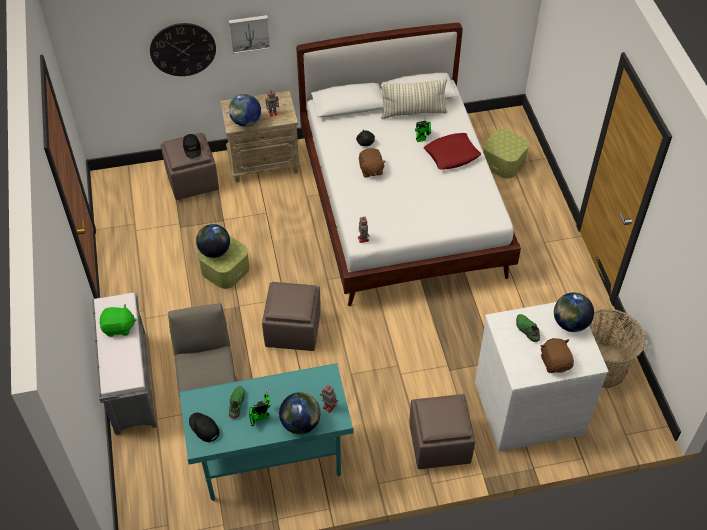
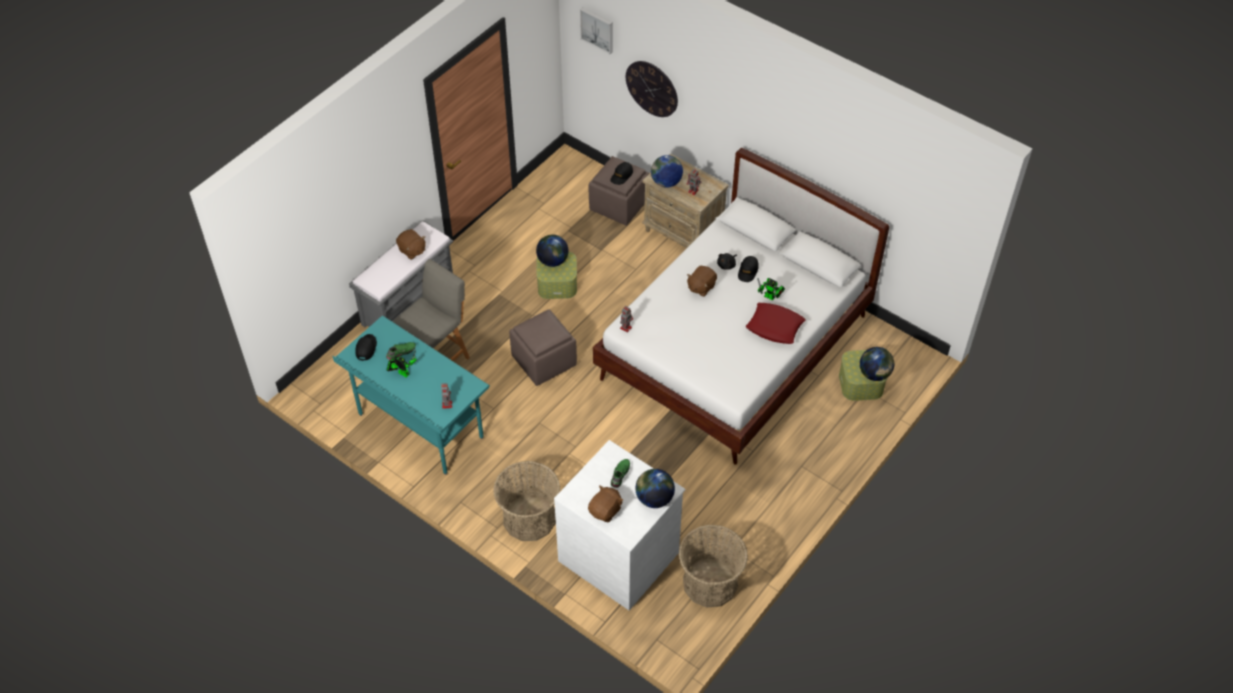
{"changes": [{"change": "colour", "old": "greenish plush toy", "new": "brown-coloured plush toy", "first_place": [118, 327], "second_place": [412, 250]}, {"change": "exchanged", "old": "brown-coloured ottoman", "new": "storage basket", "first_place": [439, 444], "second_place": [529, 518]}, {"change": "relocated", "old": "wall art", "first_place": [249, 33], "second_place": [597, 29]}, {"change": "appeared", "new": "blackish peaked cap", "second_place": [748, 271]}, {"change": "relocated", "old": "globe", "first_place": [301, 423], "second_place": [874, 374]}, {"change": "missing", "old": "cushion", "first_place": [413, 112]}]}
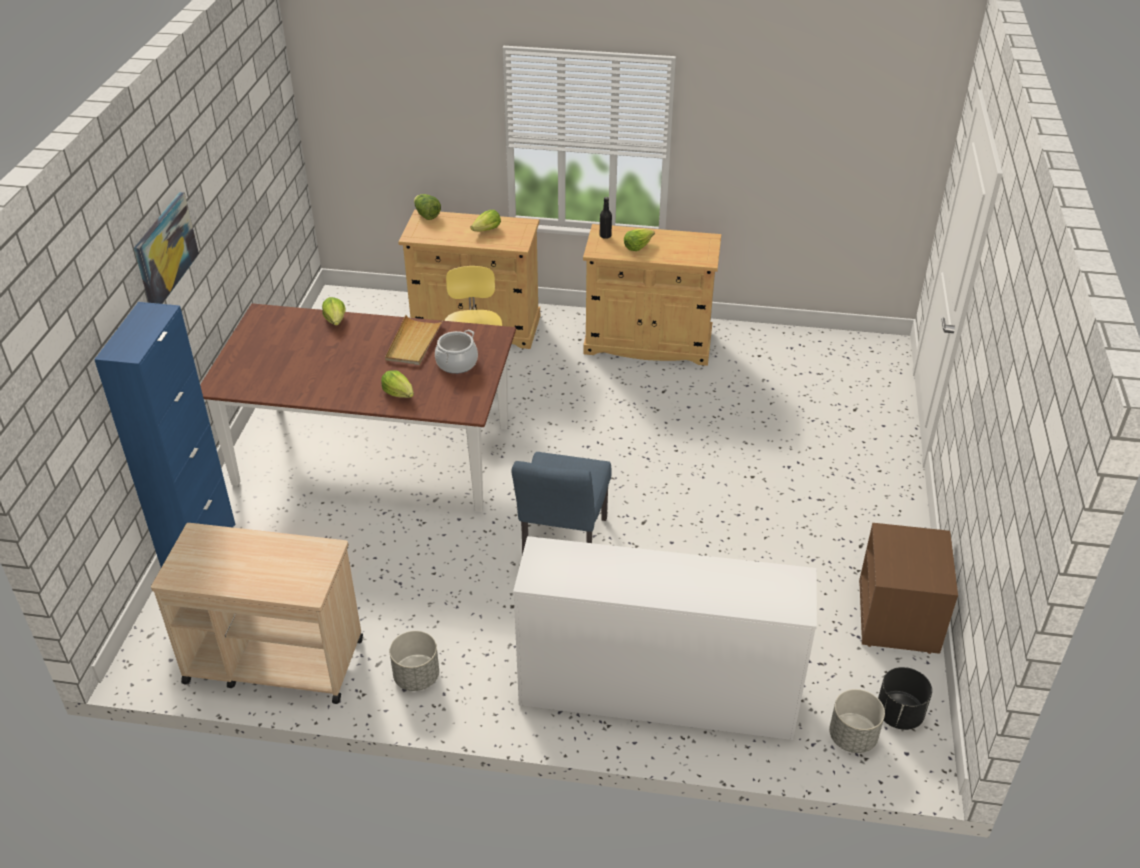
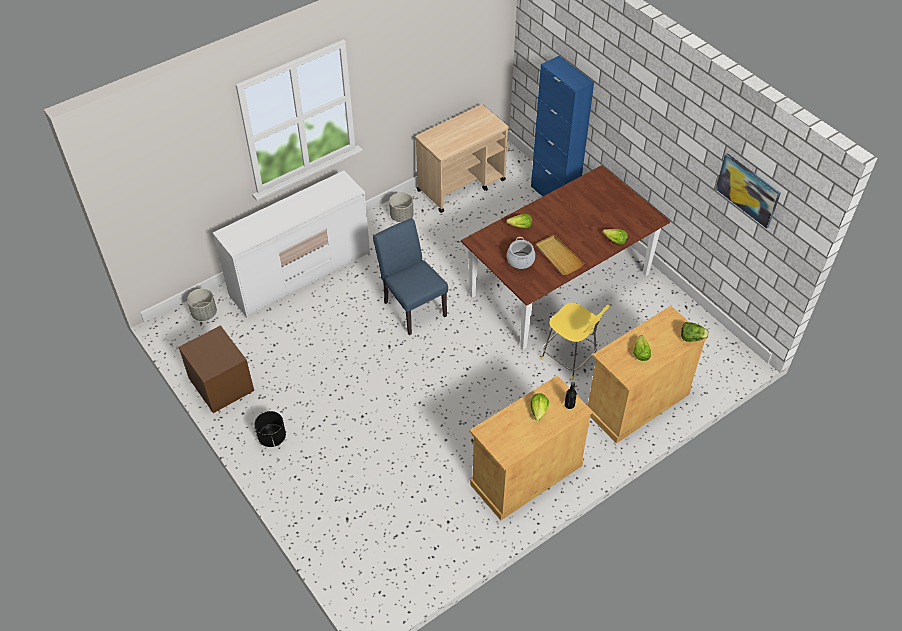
{"changes": [{"change": "relocated", "old": "blackish plant pot", "first_place": [899, 714], "second_place": [272, 437]}, {"change": "relocated", "old": "wall art", "first_place": [165, 250], "second_place": [748, 190]}]}
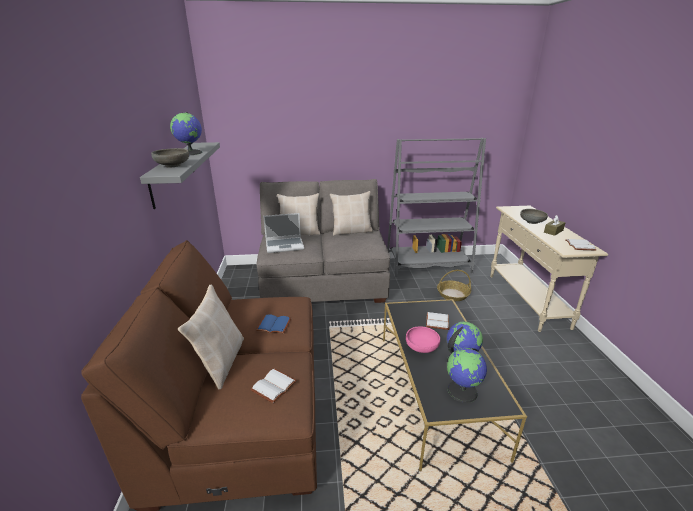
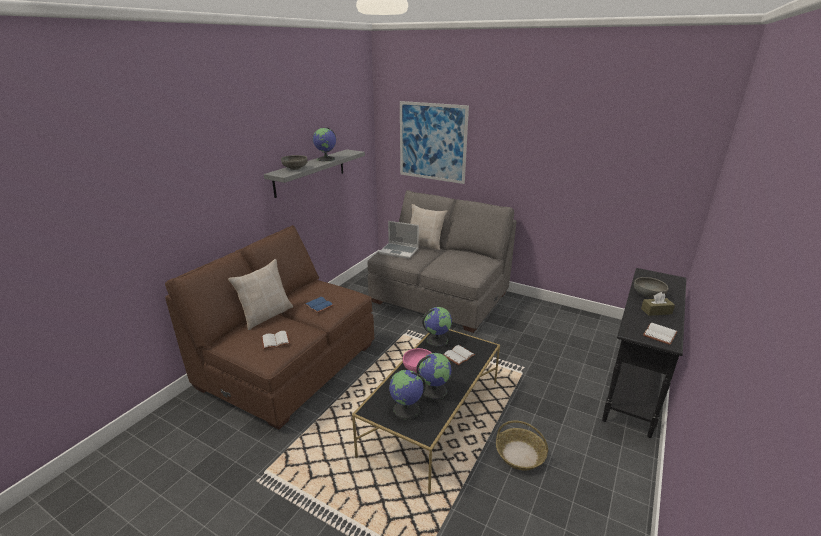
{"changes": [{"change": "appeared", "new": "wall art", "second_place": [432, 142]}, {"change": "appeared", "new": "globe", "second_place": [437, 340]}, {"change": "relocated", "old": "storage basket", "first_place": [452, 294], "second_place": [519, 454]}, {"change": "colour", "old": "beige-coloured console table", "new": "blackish console table", "first_place": [526, 300], "second_place": [633, 388]}, {"change": "missing", "old": "beige-coloured cushion", "first_place": [351, 231]}, {"change": "missing", "old": "grey bookshelf", "first_place": [428, 266]}]}
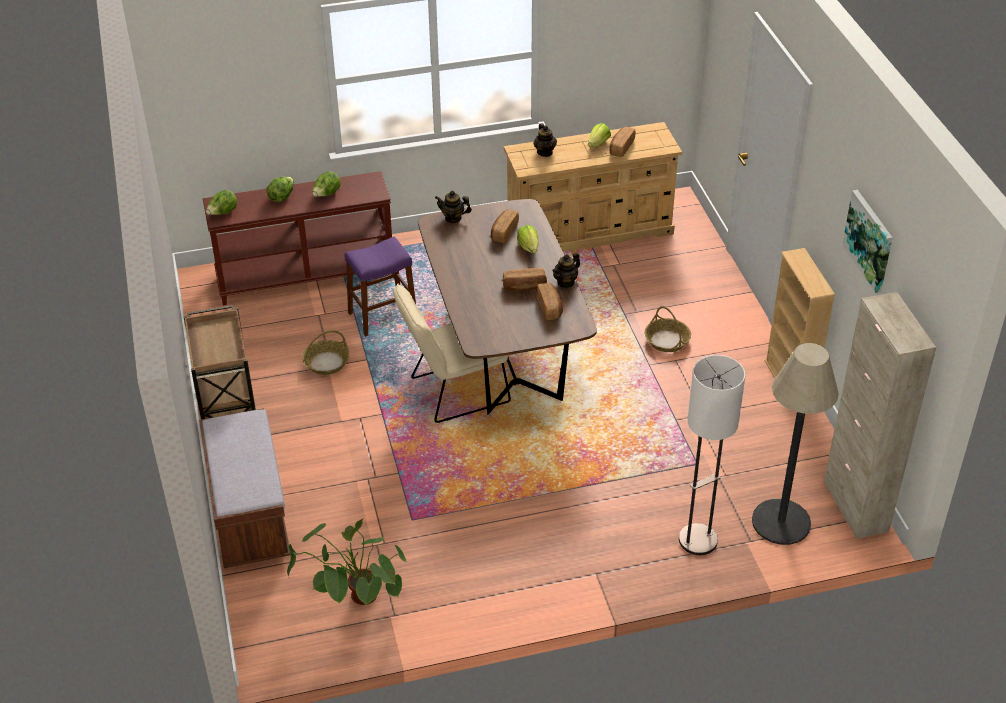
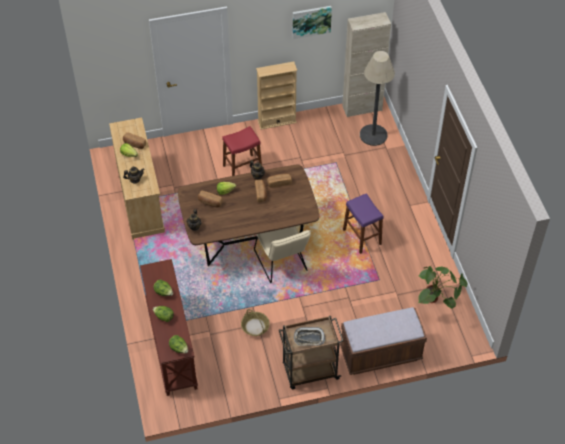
{"changes": [{"change": "exchanged", "old": "storage basket", "new": "reddish sitting stool", "first_place": [667, 340], "second_place": [242, 167]}, {"change": "appeared", "new": "serving tray", "second_place": [309, 338]}, {"change": "relocated", "old": "purple-coloured sitting stool", "first_place": [382, 315], "second_place": [362, 237]}, {"change": "missing", "old": "floor lamp", "first_place": [698, 540]}]}
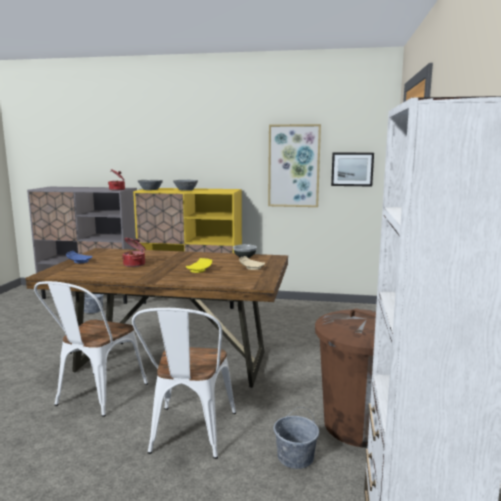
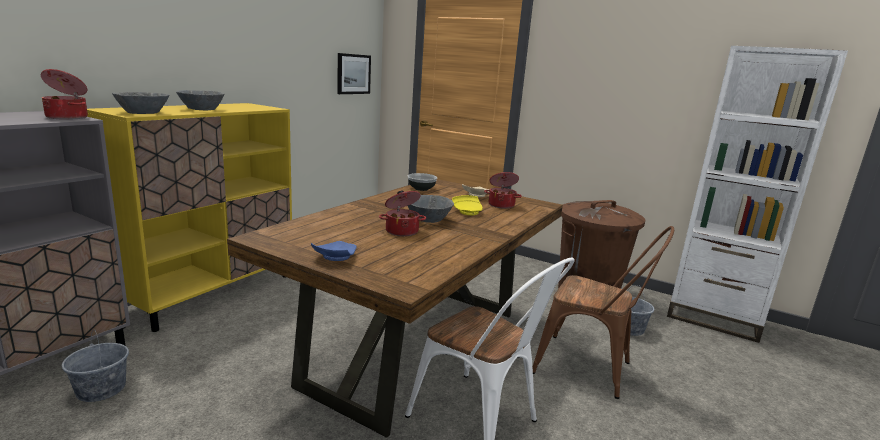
{"changes": [{"change": "appeared", "new": "grey serving bowl", "second_place": [428, 219]}, {"change": "appeared", "new": "cooking pot", "second_place": [501, 205]}, {"change": "colour", "old": "white upright chair", "new": "brown-coloured upright chair", "first_place": [189, 436], "second_place": [591, 369]}, {"change": "missing", "old": "wall art", "first_place": [294, 166]}]}
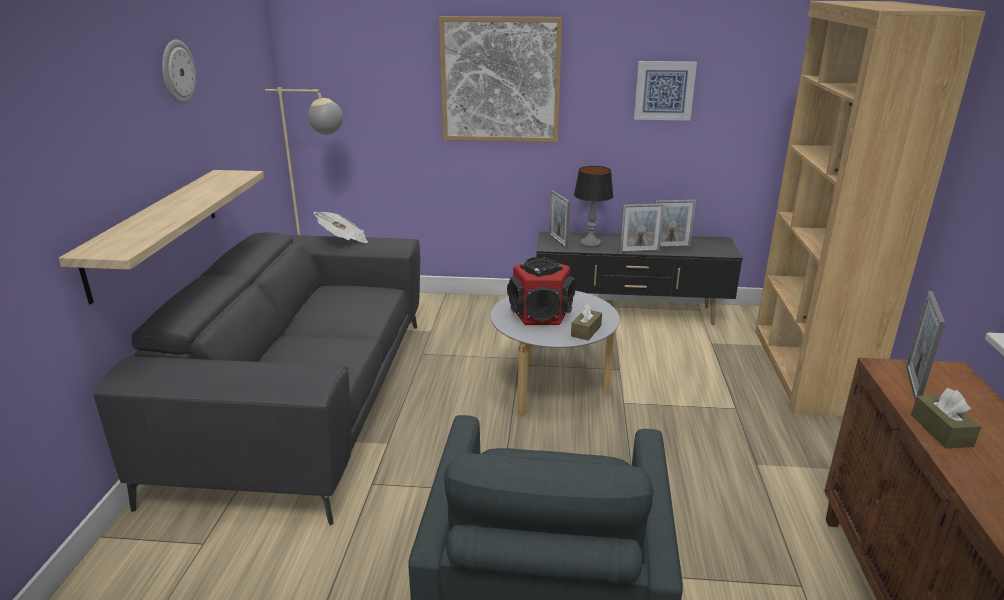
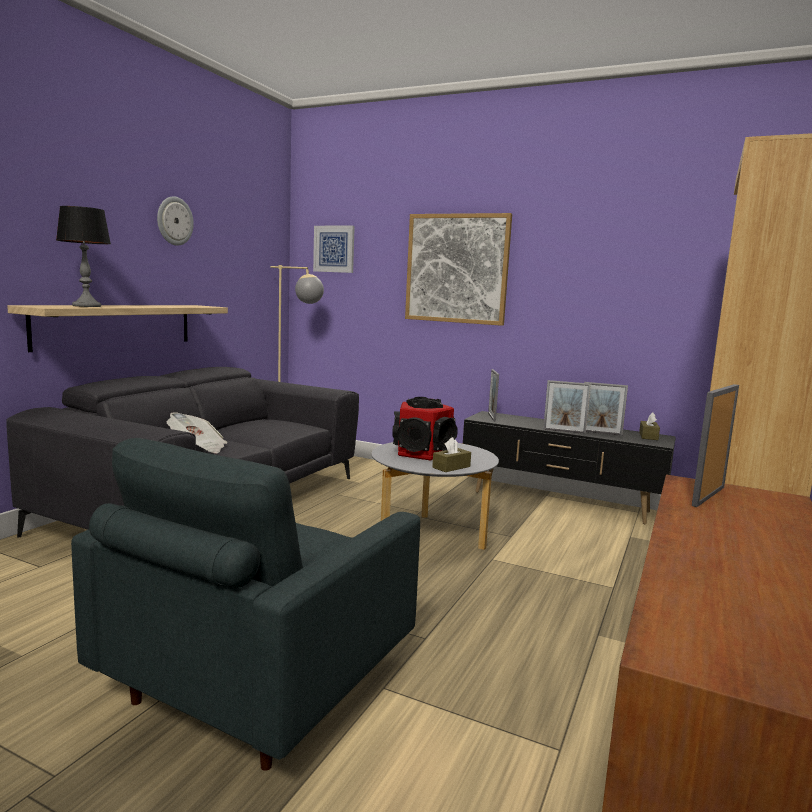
{"changes": [{"change": "relocated", "old": "tabletop lamp", "first_place": [590, 243], "second_place": [87, 306]}, {"change": "relocated", "old": "newspaper", "first_place": [343, 240], "second_place": [198, 448]}, {"change": "relocated", "old": "wall art", "first_place": [664, 90], "second_place": [334, 249]}, {"change": "relocated", "old": "brown-coloured box of tissues", "first_place": [941, 430], "second_place": [648, 436]}]}
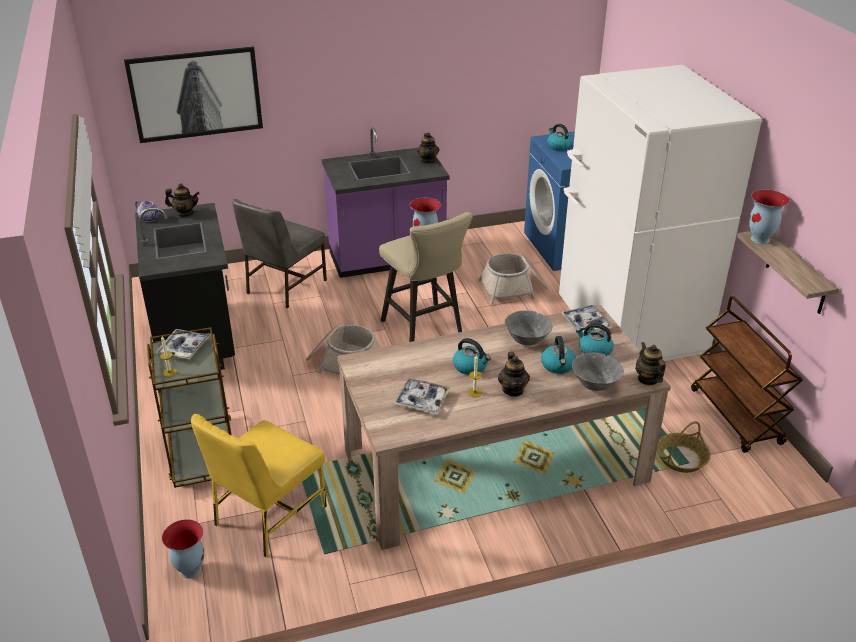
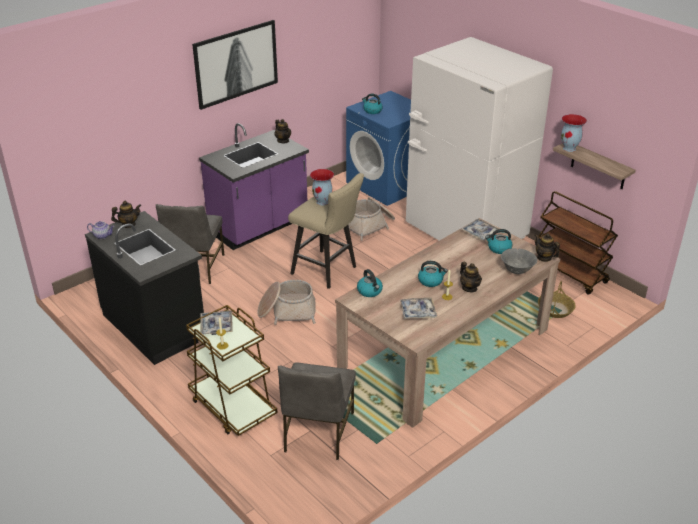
{"changes": [{"change": "relocated", "old": "wall art", "first_place": [196, 94], "second_place": [235, 63]}, {"change": "colour", "old": "yellowish upright chair", "new": "grey upright chair", "first_place": [268, 516], "second_place": [317, 433]}, {"change": "relocated", "old": "tea kettle", "first_place": [558, 366], "second_place": [370, 291]}, {"change": "missing", "old": "flower vase", "first_place": [190, 569]}, {"change": "missing", "old": "grey serving bowl", "first_place": [526, 341]}]}
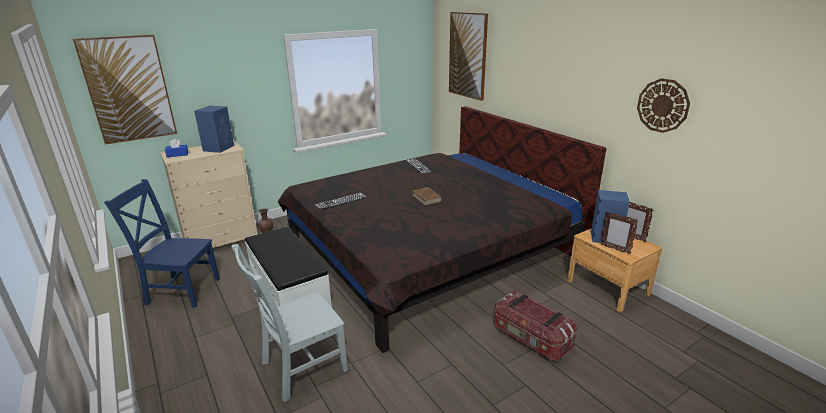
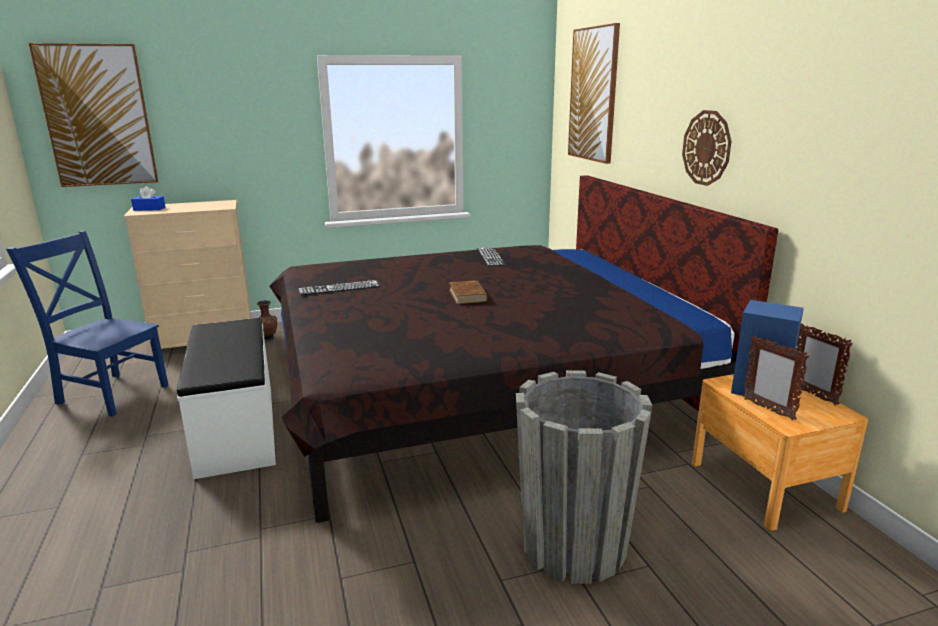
{"changes": [{"change": "exchanged", "old": "storage container", "new": "grey plant pot", "first_place": [530, 339], "second_place": [573, 546]}, {"change": "relocated", "old": "hanging clock", "first_place": [663, 105], "second_place": [706, 148]}, {"change": "missing", "old": "bluish loudspeaker", "first_place": [219, 148]}, {"change": "missing", "old": "grey upright chair", "first_place": [300, 368]}]}
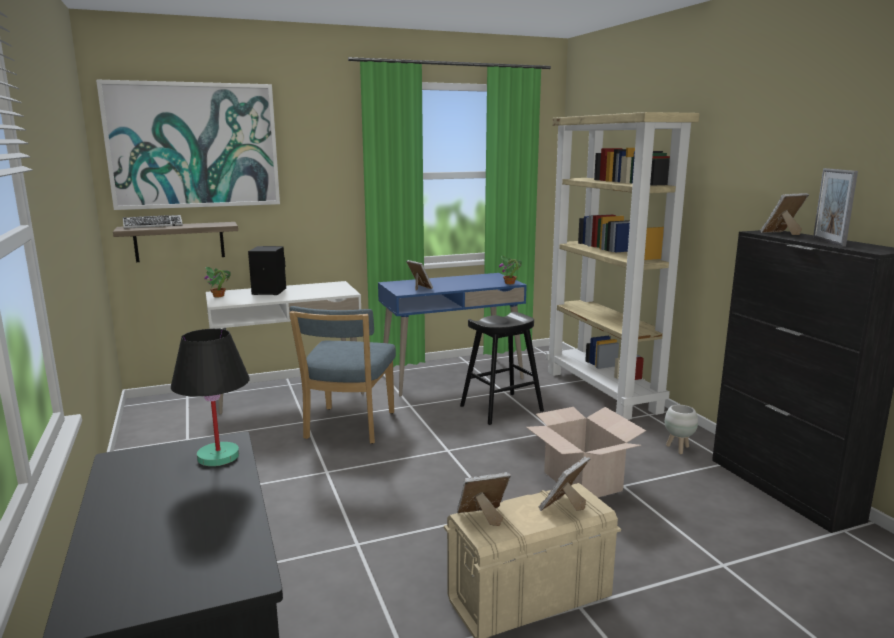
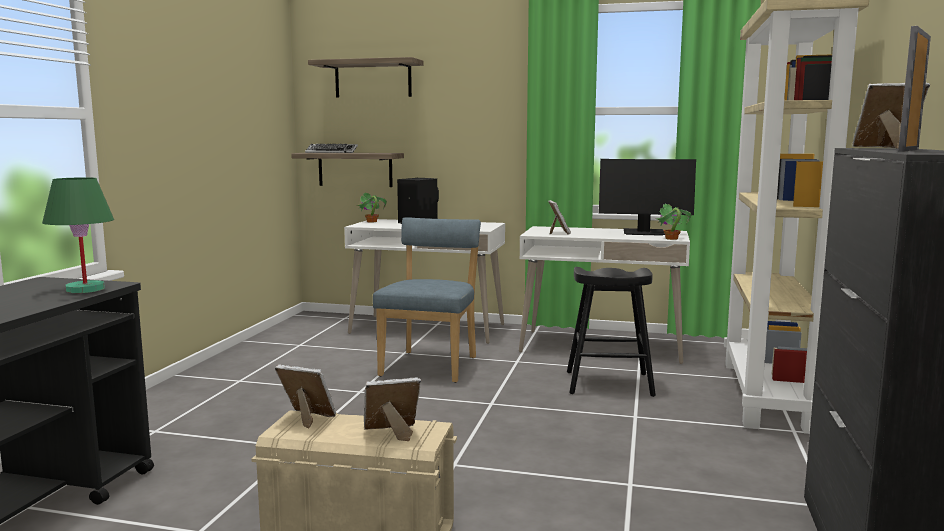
{"changes": [{"change": "colour", "old": "blackish tabletop lamp", "new": "greenish tabletop lamp", "first_place": [218, 457], "second_place": [84, 289]}, {"change": "exchanged", "old": "wall art", "new": "shelf", "first_place": [194, 145], "second_place": [373, 79]}, {"change": "spun", "old": "bluish upright chair", "first_place": [348, 427], "second_place": [431, 365], "degrees": 150}, {"change": "colour", "old": "bluish desk unit", "new": "white desk unit", "first_place": [451, 376], "second_place": [601, 346]}, {"change": "appeared", "new": "computer screen", "second_place": [643, 233]}, {"change": "missing", "old": "cardboard box", "first_place": [583, 481]}, {"change": "missing", "old": "white plant pot", "first_place": [678, 449]}]}
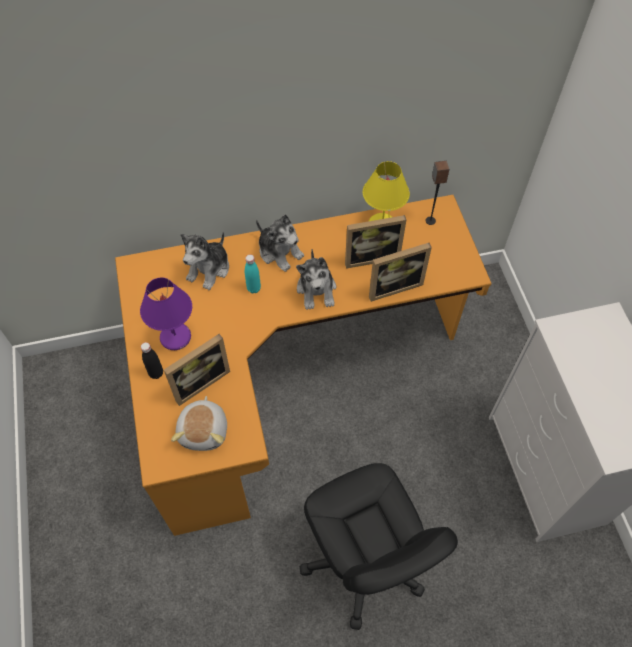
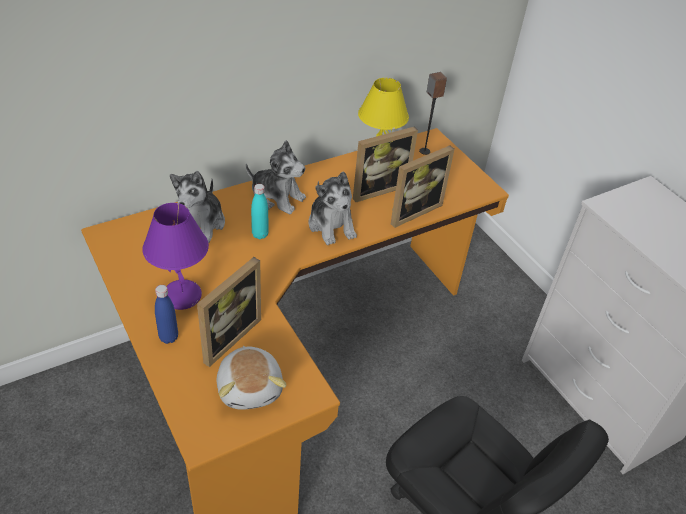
{"changes": [{"change": "colour", "old": "blackish drink bottle", "new": "bluish drink bottle", "first_place": [156, 373], "second_place": [168, 337]}]}
